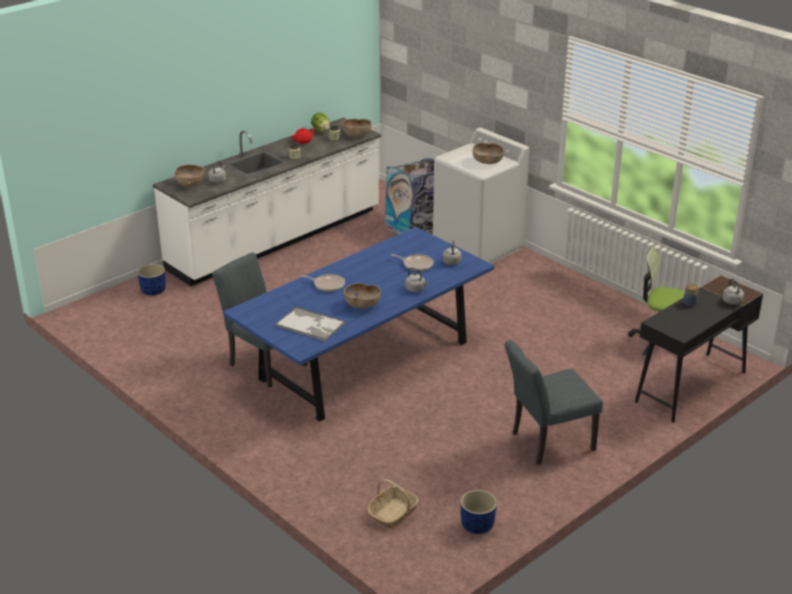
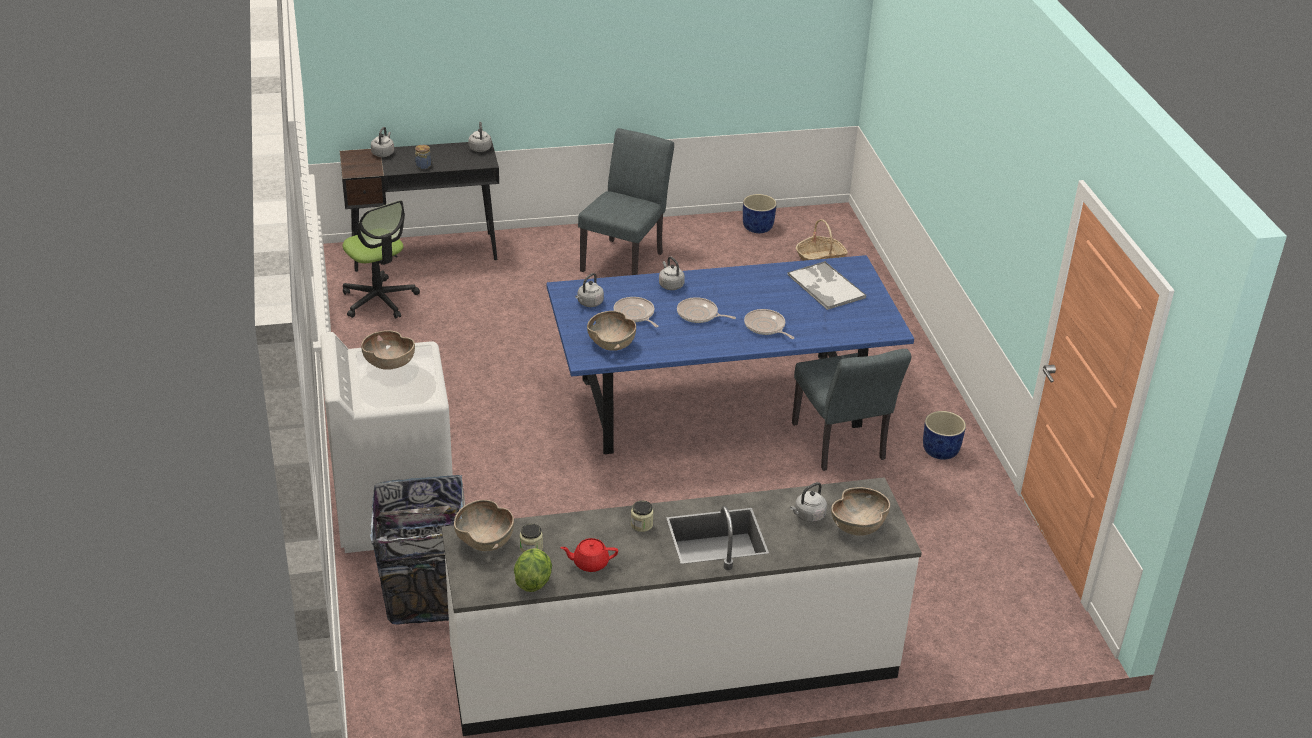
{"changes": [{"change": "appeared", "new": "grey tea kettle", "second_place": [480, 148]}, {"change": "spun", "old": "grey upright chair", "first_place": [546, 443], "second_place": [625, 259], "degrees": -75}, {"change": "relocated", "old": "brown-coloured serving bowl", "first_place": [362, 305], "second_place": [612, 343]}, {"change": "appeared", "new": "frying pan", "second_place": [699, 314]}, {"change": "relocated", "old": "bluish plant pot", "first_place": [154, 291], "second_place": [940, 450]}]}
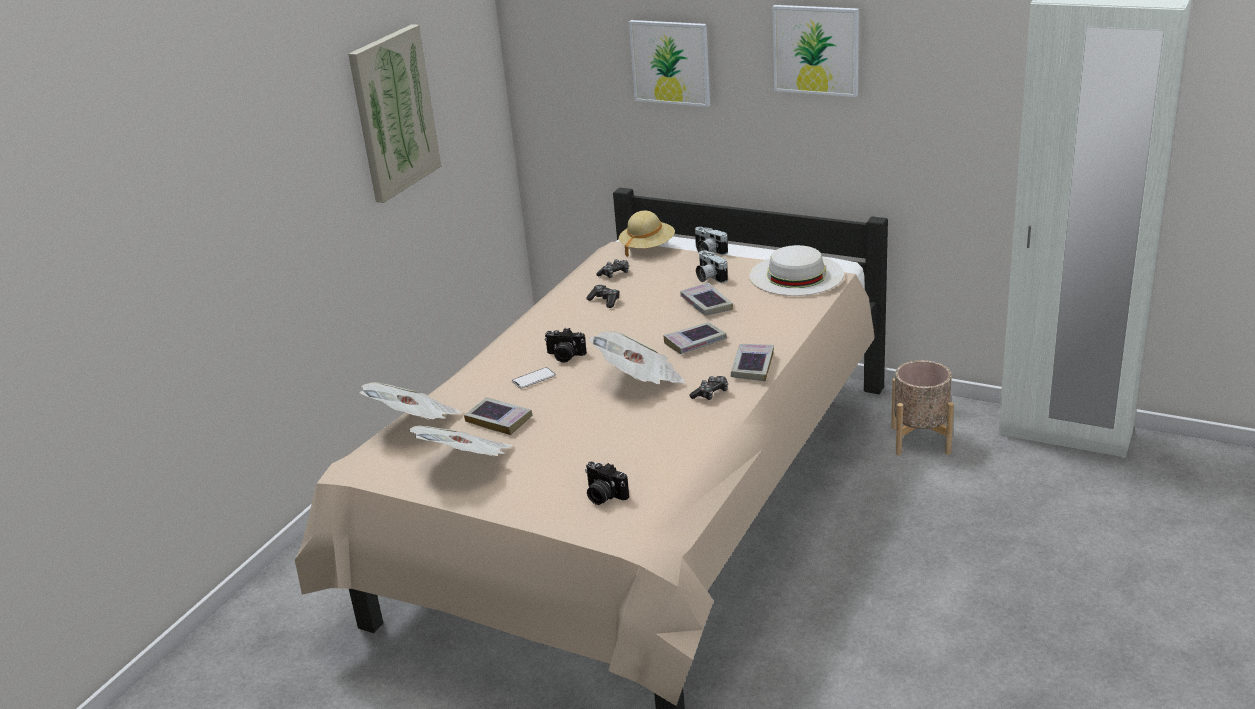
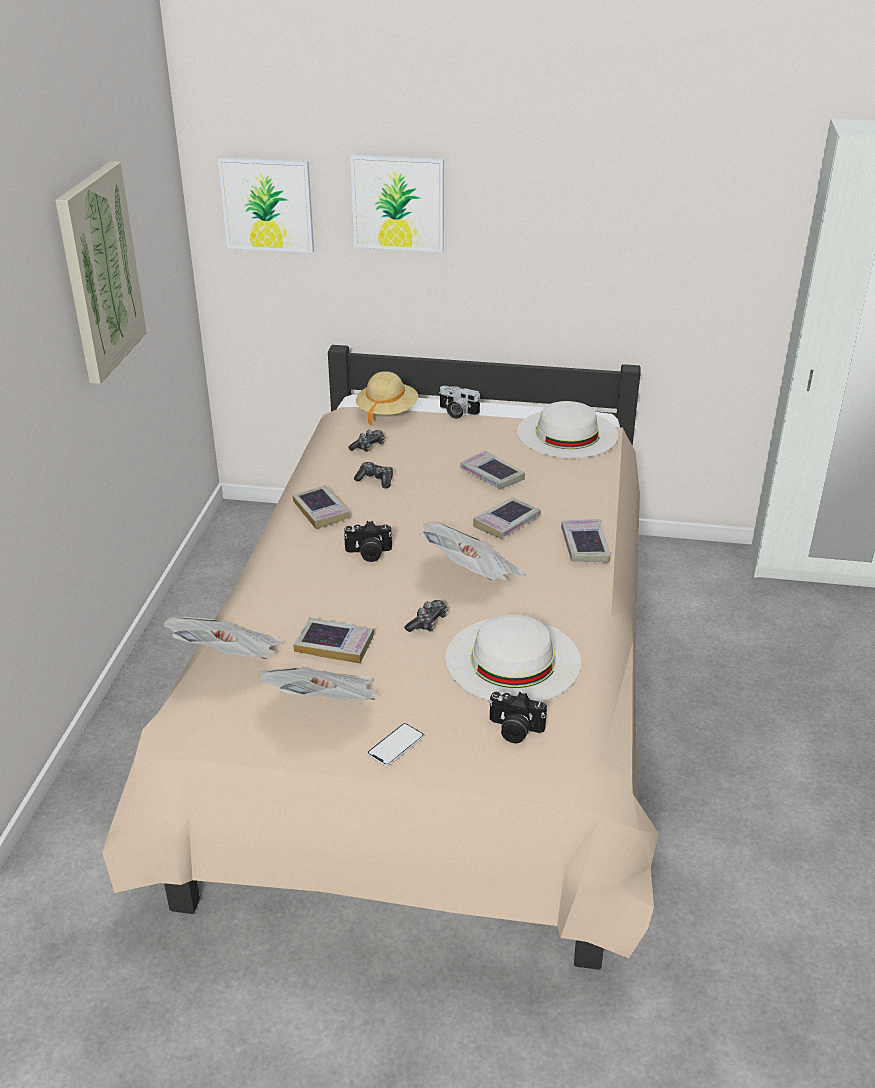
{"changes": [{"change": "relocated", "old": "wall art", "first_place": [816, 50], "second_place": [267, 204]}, {"change": "appeared", "new": "book", "second_place": [321, 511]}, {"change": "relocated", "old": "handset", "first_place": [534, 379], "second_place": [396, 745]}, {"change": "relocated", "old": "gamepad", "first_place": [711, 394], "second_place": [427, 622]}, {"change": "appeared", "new": "white hat", "second_place": [513, 659]}, {"change": "missing", "old": "still camera", "first_place": [709, 277]}, {"change": "missing", "old": "beige-coloured plant pot", "first_place": [920, 440]}]}
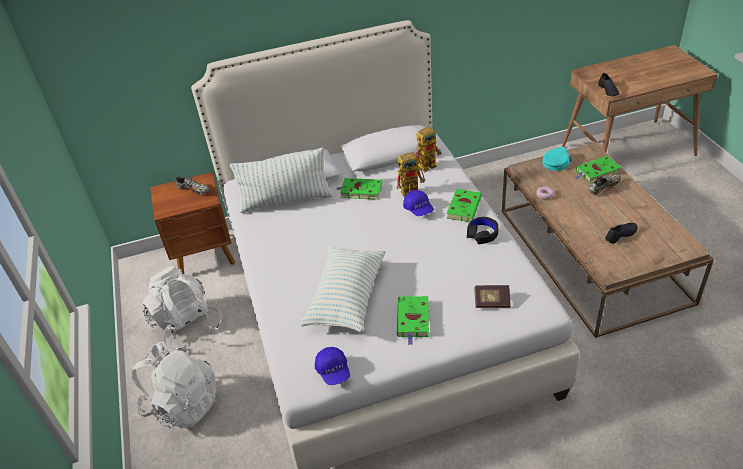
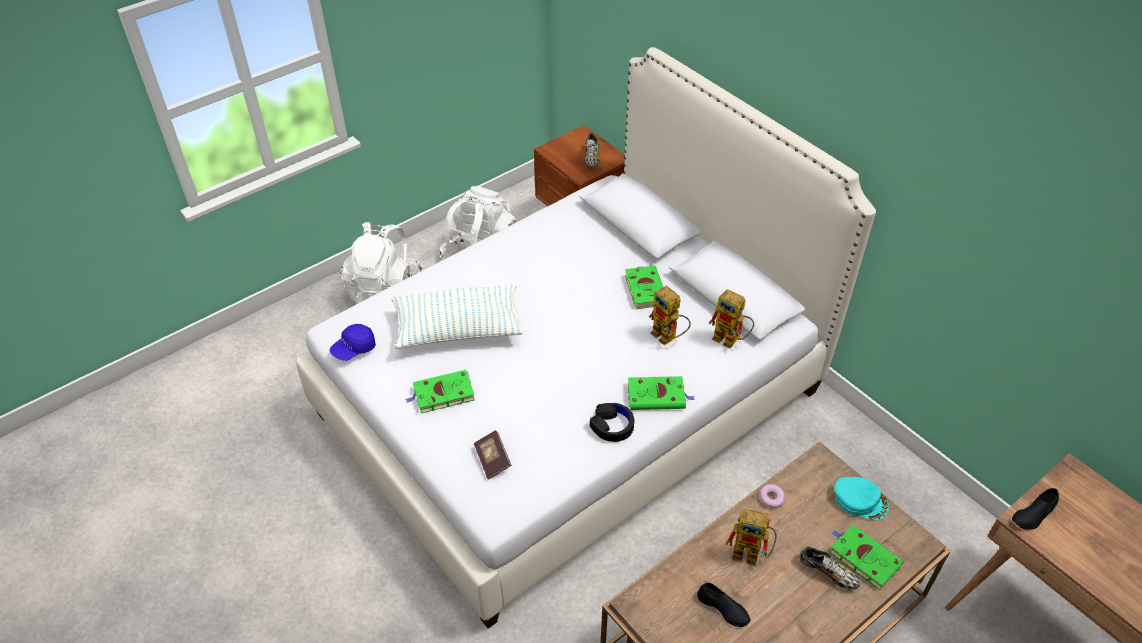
{"changes": [{"change": "appeared", "new": "model robot", "second_place": [752, 554]}, {"change": "missing", "old": "cushion", "first_place": [285, 200]}, {"change": "missing", "old": "bluish peaked cap", "first_place": [418, 209]}]}
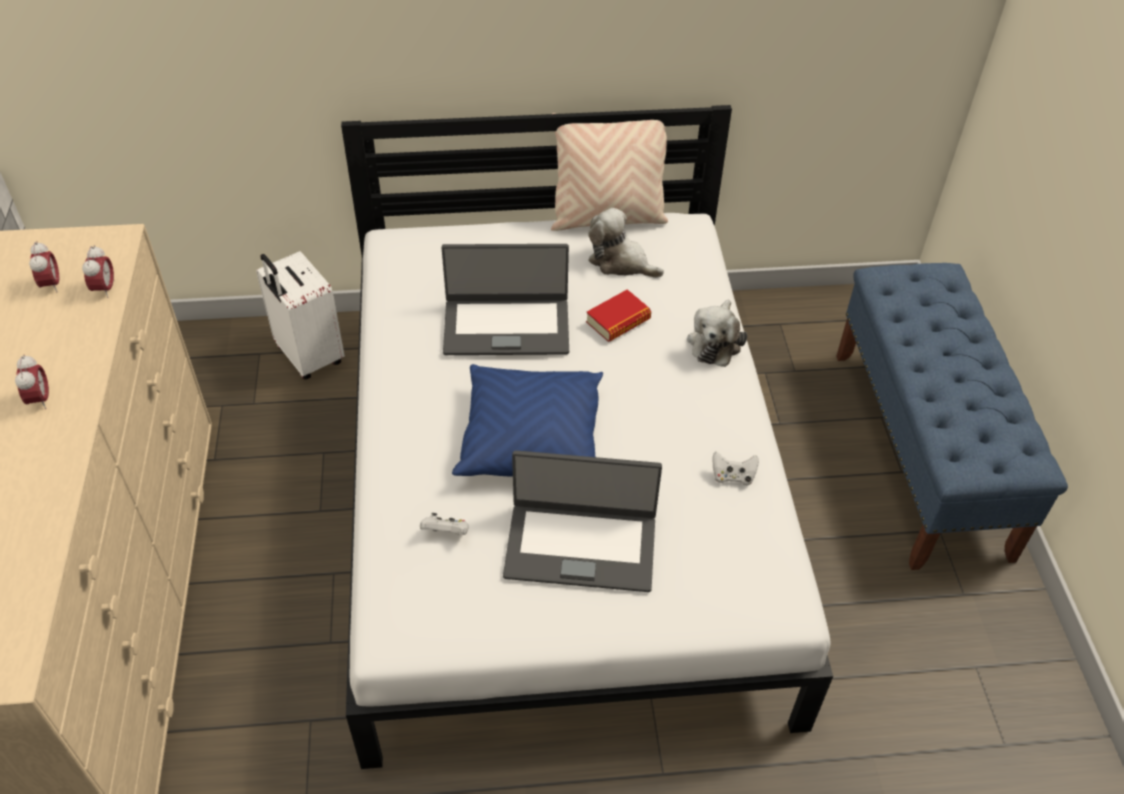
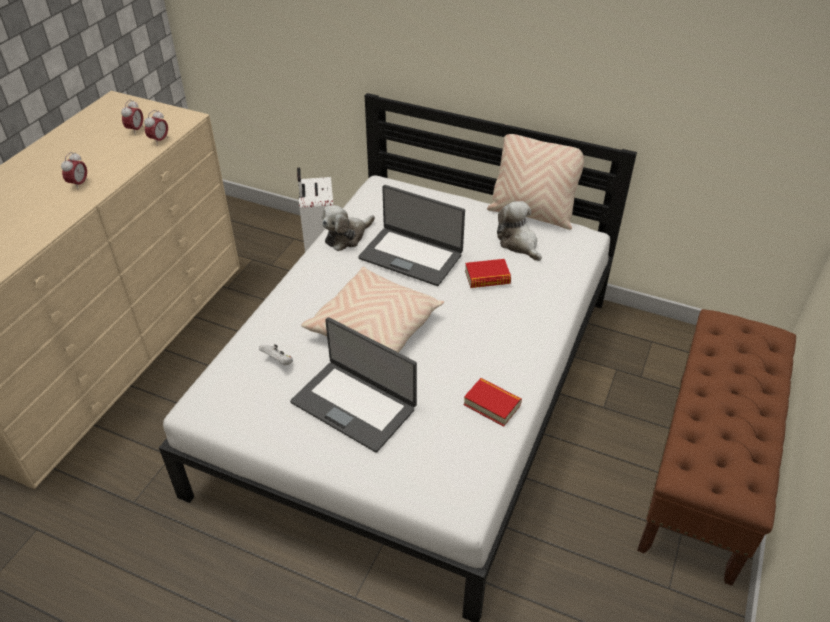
{"changes": [{"change": "colour", "old": "bluish cushion", "new": "beige-coloured cushion", "first_place": [530, 438], "second_place": [374, 327]}, {"change": "relocated", "old": "plush toy", "first_place": [715, 342], "second_place": [347, 236]}, {"change": "exchanged", "old": "white gamepad", "new": "book", "first_place": [733, 476], "second_place": [492, 405]}, {"change": "colour", "old": "bluish long seat", "new": "brown-coloured long seat", "first_place": [920, 452], "second_place": [704, 471]}]}
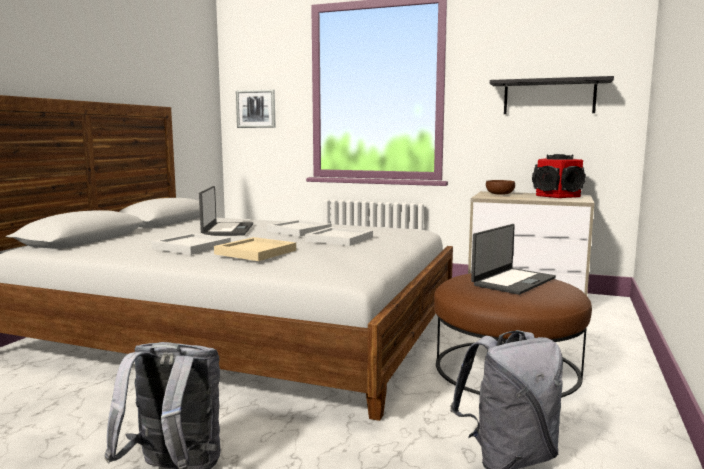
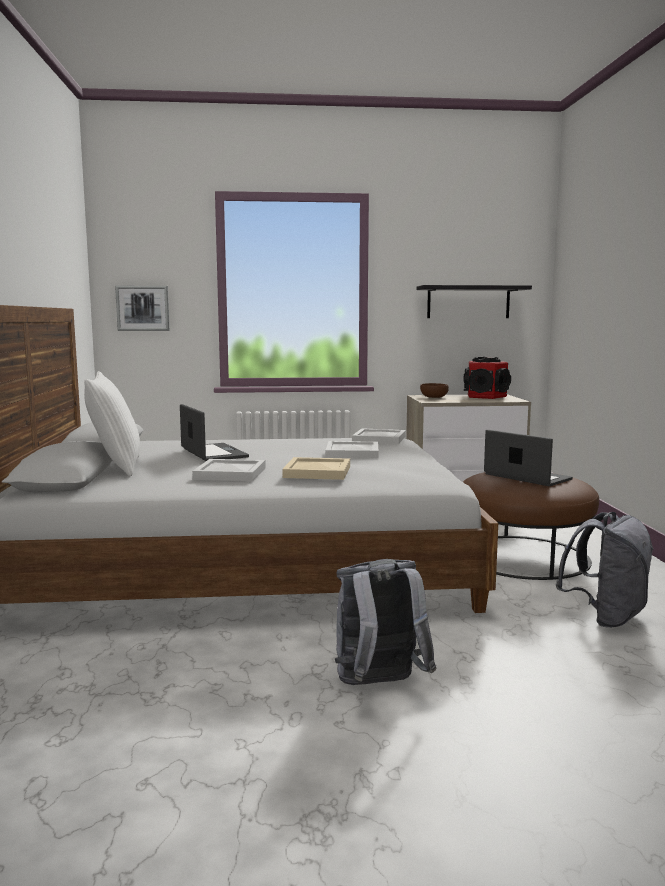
{"changes": [{"change": "appeared", "new": "white cushion", "second_place": [116, 467]}, {"change": "relocated", "old": "white serving tray", "first_place": [299, 231], "second_place": [380, 439]}, {"change": "spun", "old": "portable computer", "first_place": [512, 281], "second_place": [526, 477], "degrees": -60}]}
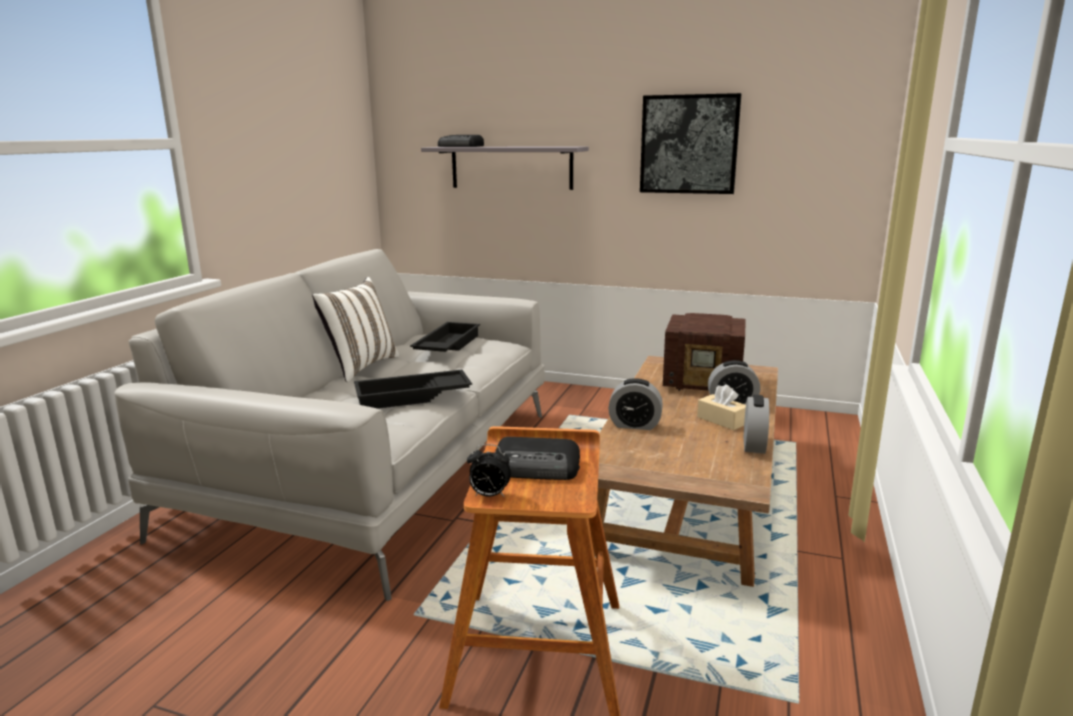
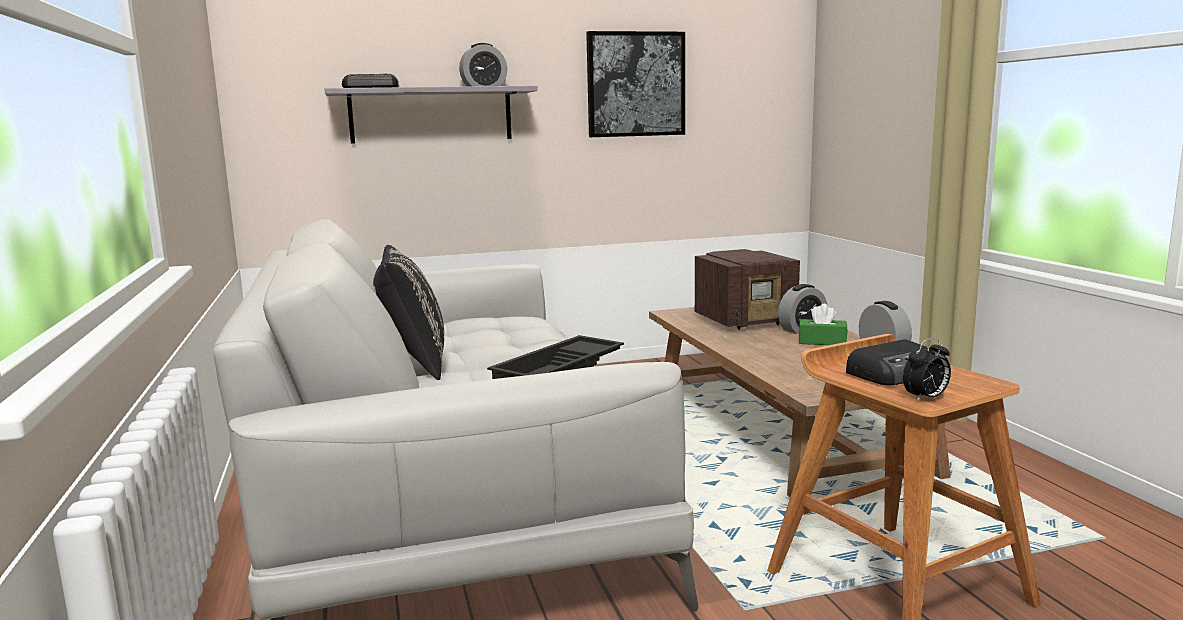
{"changes": [{"change": "colour", "old": "white cushion", "new": "blackish cushion", "first_place": [360, 367], "second_place": [413, 365]}, {"change": "relocated", "old": "table clock", "first_place": [634, 425], "second_place": [484, 87]}, {"change": "colour", "old": "beige-coloured box of tissues", "new": "greenish box of tissues", "first_place": [722, 420], "second_place": [822, 342]}, {"change": "missing", "old": "blackish serving tray", "first_place": [446, 345]}]}
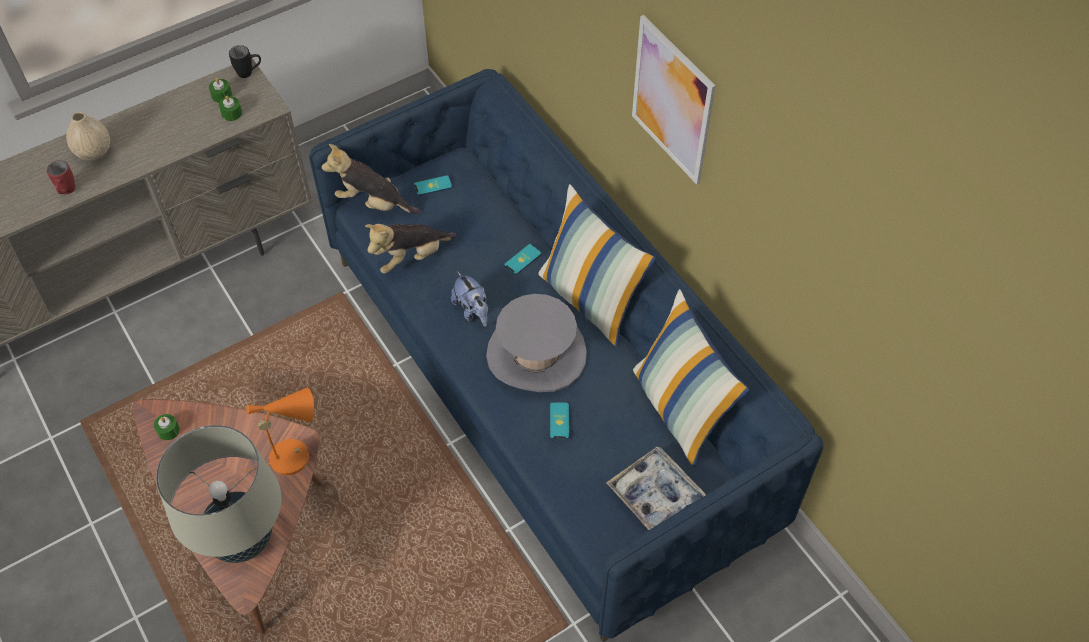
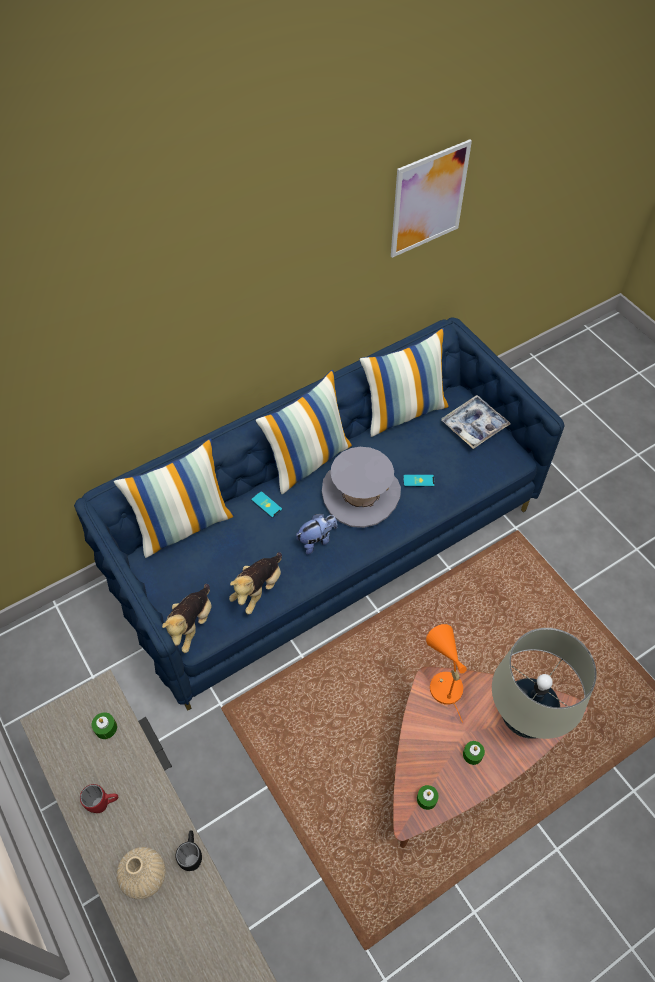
{"changes": [{"change": "relocated", "old": "reddish mug", "first_place": [67, 192], "second_place": [105, 804]}, {"change": "appeared", "new": "cushion", "second_place": [184, 524]}, {"change": "relocated", "old": "blackish mug", "first_place": [249, 73], "second_place": [192, 855]}, {"change": "spun", "old": "plush toy", "first_place": [411, 257], "second_place": [258, 589], "degrees": 60}, {"change": "relocated", "old": "wall art", "first_place": [672, 101], "second_place": [428, 199]}, {"change": "relocated", "old": "greenish wax candle", "first_place": [222, 95], "second_place": [472, 754]}, {"change": "missing", "old": "handset", "first_place": [433, 186]}]}
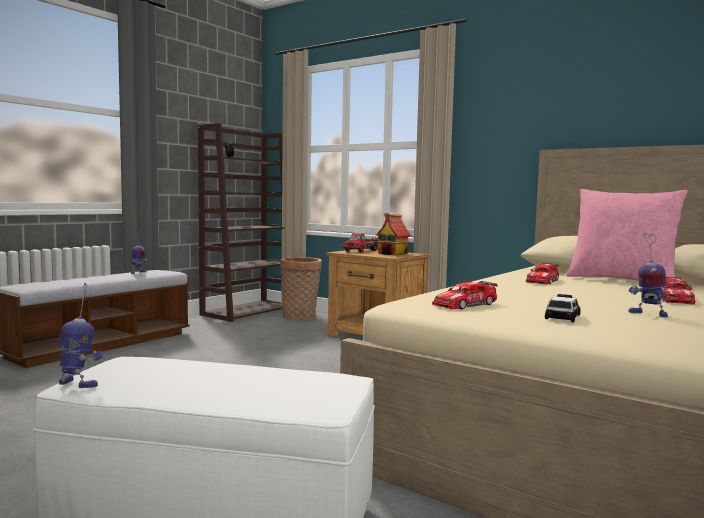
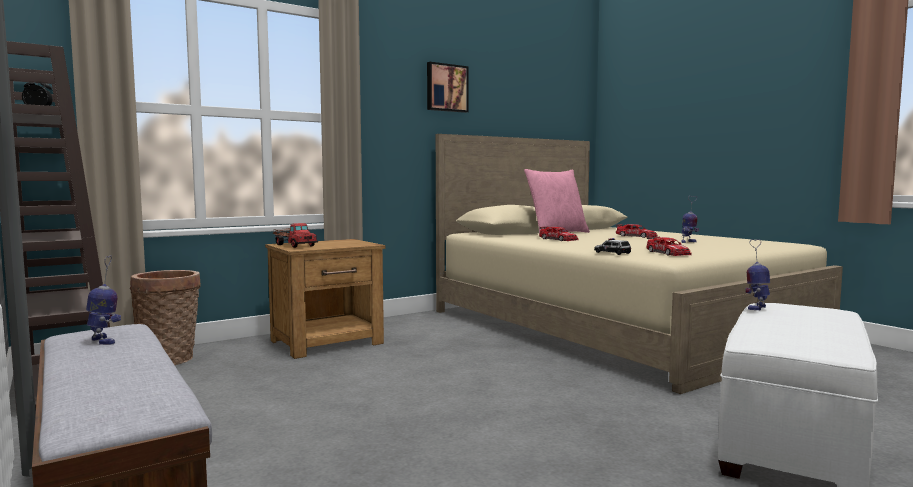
{"changes": [{"change": "appeared", "new": "wall art", "second_place": [446, 88]}, {"change": "relocated", "old": "miniature car", "first_place": [563, 317], "second_place": [612, 253]}, {"change": "relocated", "old": "model robot", "first_place": [79, 384], "second_place": [757, 307]}, {"change": "missing", "old": "toy house", "first_place": [393, 253]}]}
